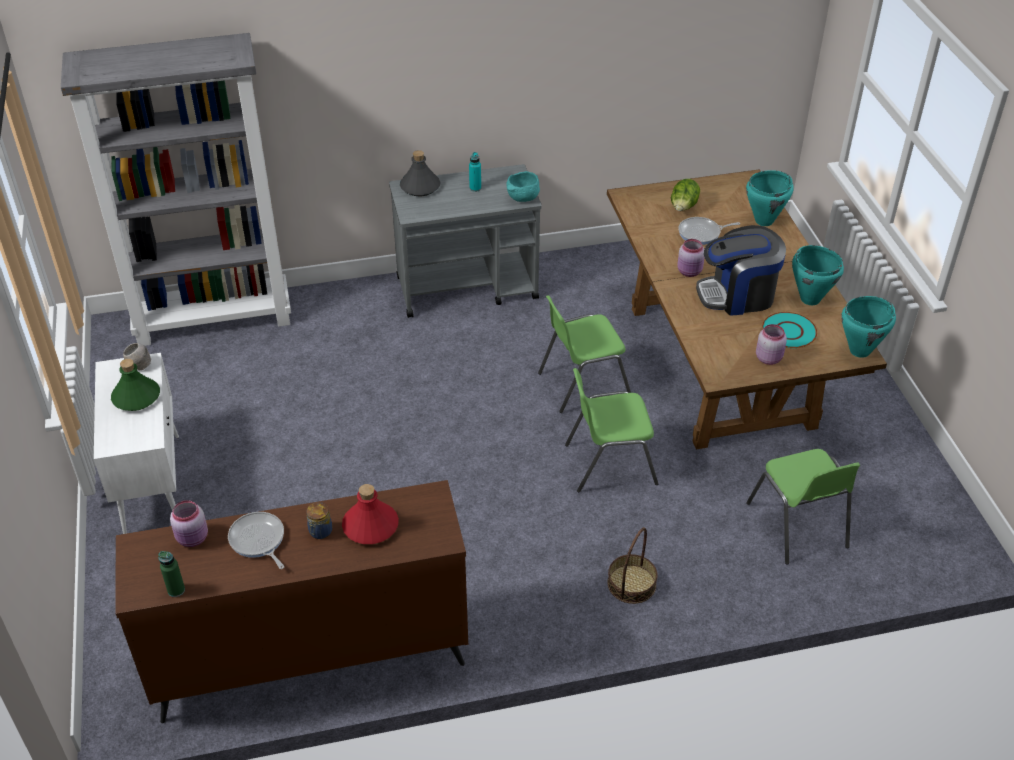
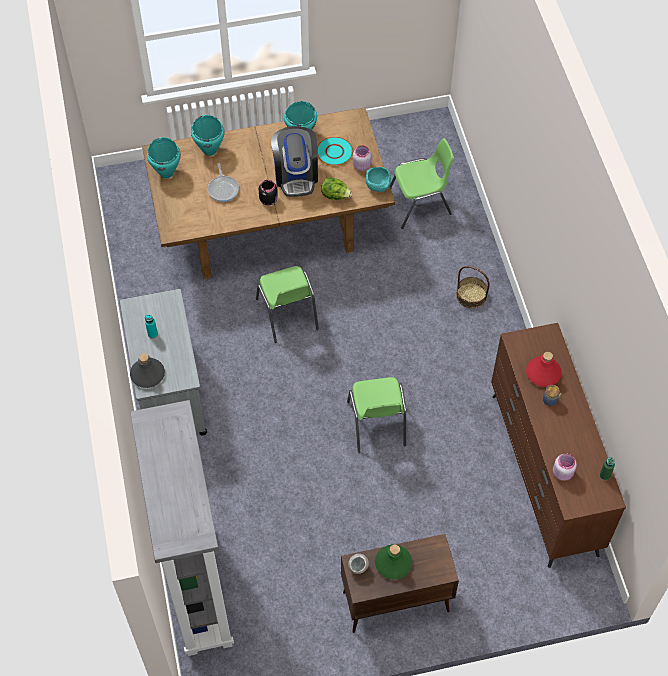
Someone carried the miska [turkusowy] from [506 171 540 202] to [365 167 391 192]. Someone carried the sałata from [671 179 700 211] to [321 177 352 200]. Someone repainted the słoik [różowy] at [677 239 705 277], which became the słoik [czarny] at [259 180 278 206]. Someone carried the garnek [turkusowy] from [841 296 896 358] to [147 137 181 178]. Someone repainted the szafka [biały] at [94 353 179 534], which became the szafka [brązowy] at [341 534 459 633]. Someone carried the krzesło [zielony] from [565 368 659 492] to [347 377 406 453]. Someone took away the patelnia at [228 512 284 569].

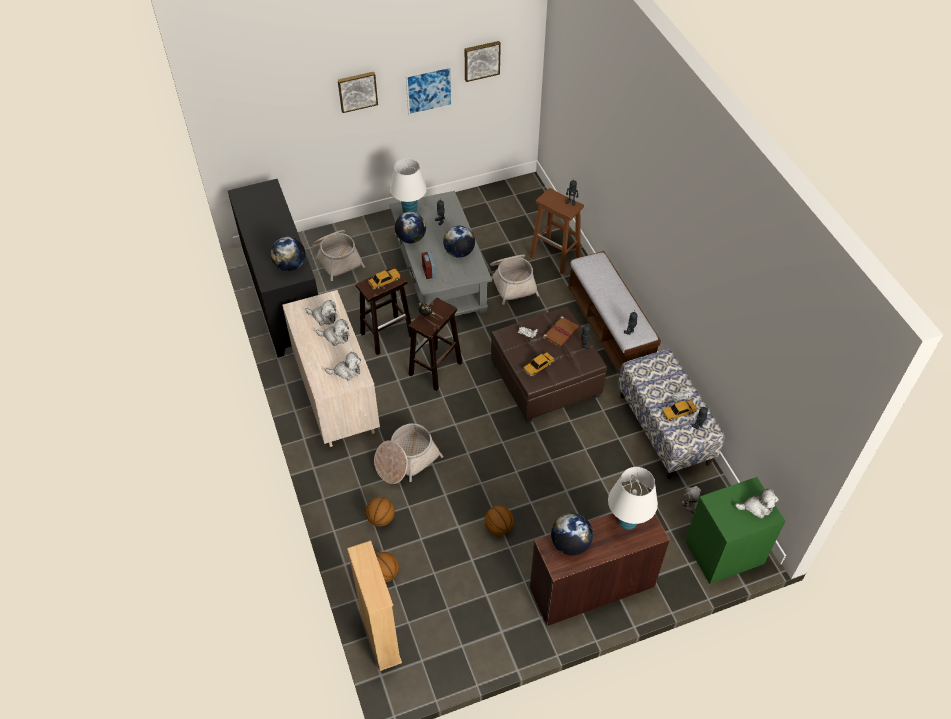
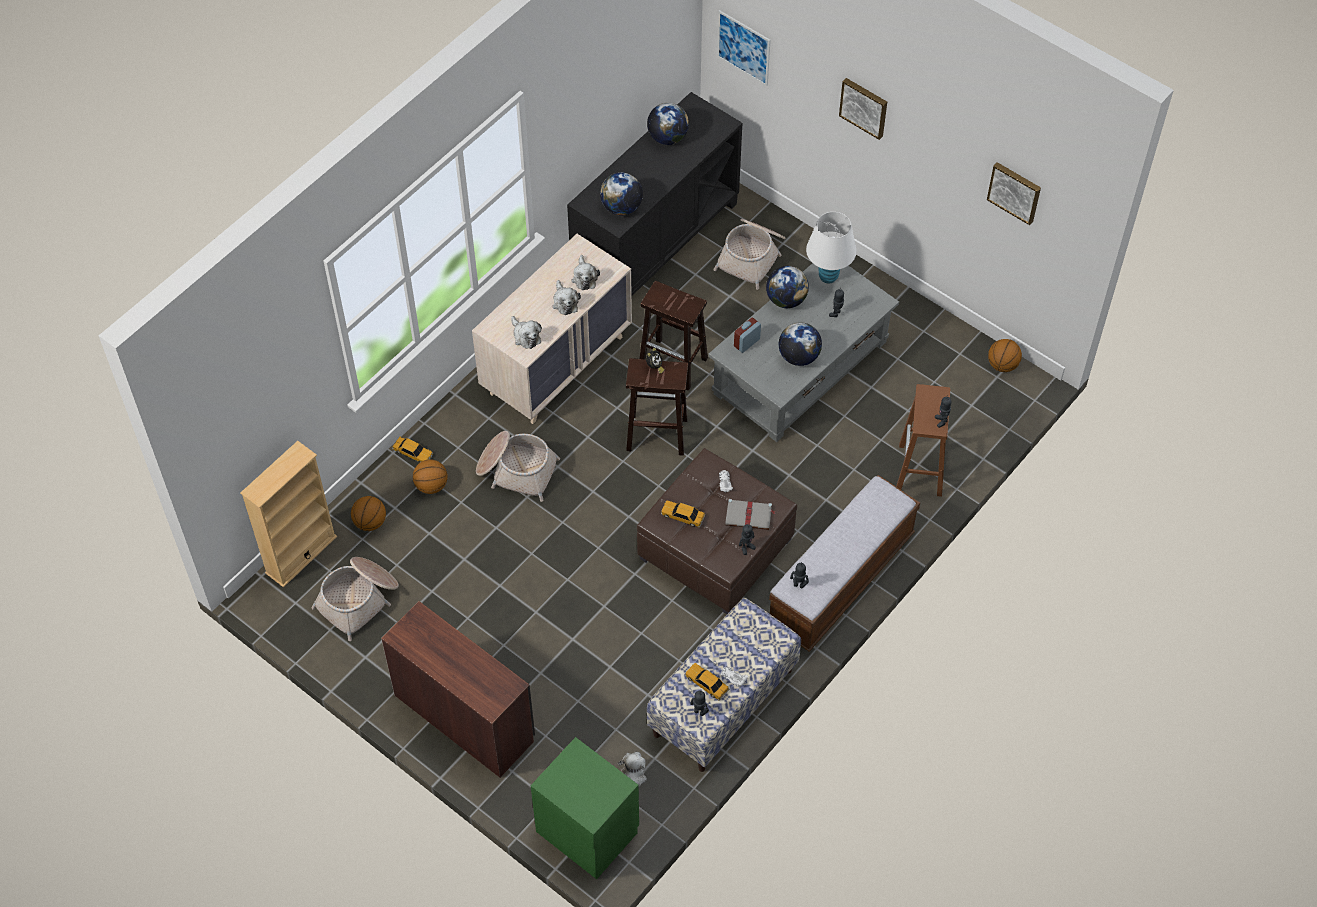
Someone carried the obraz from [406 65 453 116] to [717 10 771 86]. Someone carried the koszyk from [490 255 539 305] to [312 557 399 641]. Someone carried the samochodzik from [368 269 401 290] to [392 437 433 463]. Someone repainted the książka [brązowy] at [543 316 579 348], which became the książka [szary] at [725 499 775 530]. Someone took away the lampa stołowa [biały] at [608 467 658 530]. Someone took away the pluszak at [735 488 779 519]. Someone carried the piłka do koszykówki from [485 506 514 536] to [988 339 1022 372]. Someone carried the globus from [551 513 593 555] to [647 103 689 145].

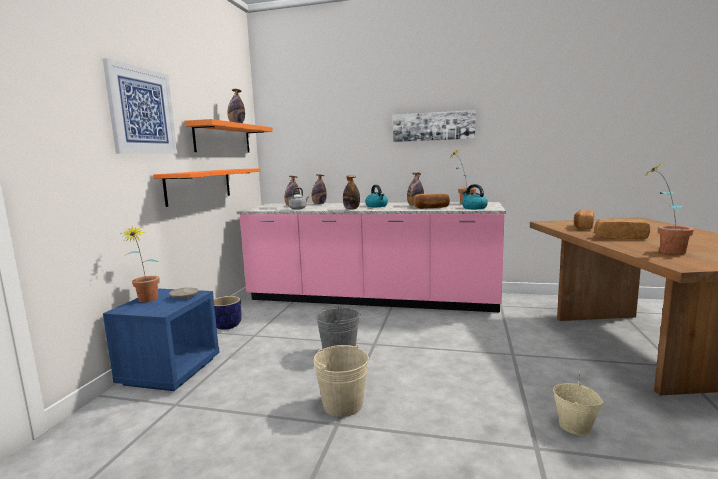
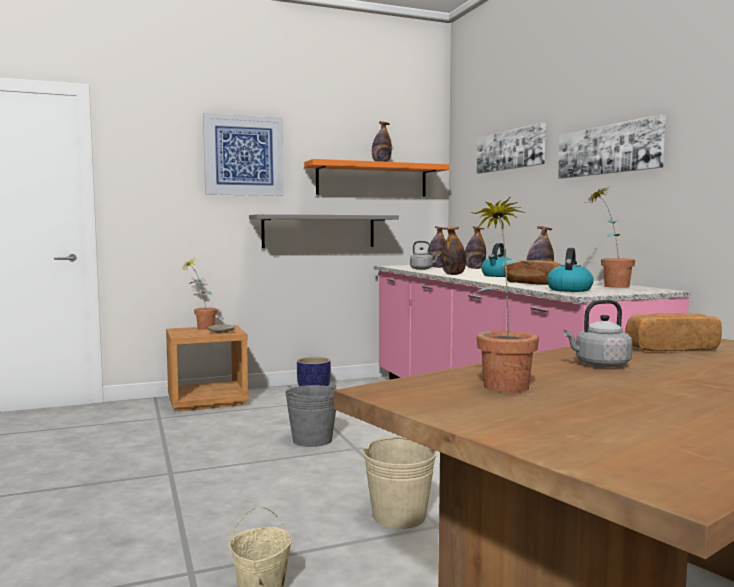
Someone repainted the półka [pomarańczowy] at [153 168 260 207], which became the półka [szary] at [249 214 399 248]. Someone swapped the chleb at [594 219 650 239] for the czajnik [szary] at [563 300 633 368]. Someone repainted the szafka nocna [niebieski] at [103 289 220 391], which became the szafka nocna [brązowy] at [166 325 249 412]. Someone carried the wiadro [beżowy] from [313 345 369 417] to [362 436 437 529]. Someone put up the obraz at [477 122 546 174].

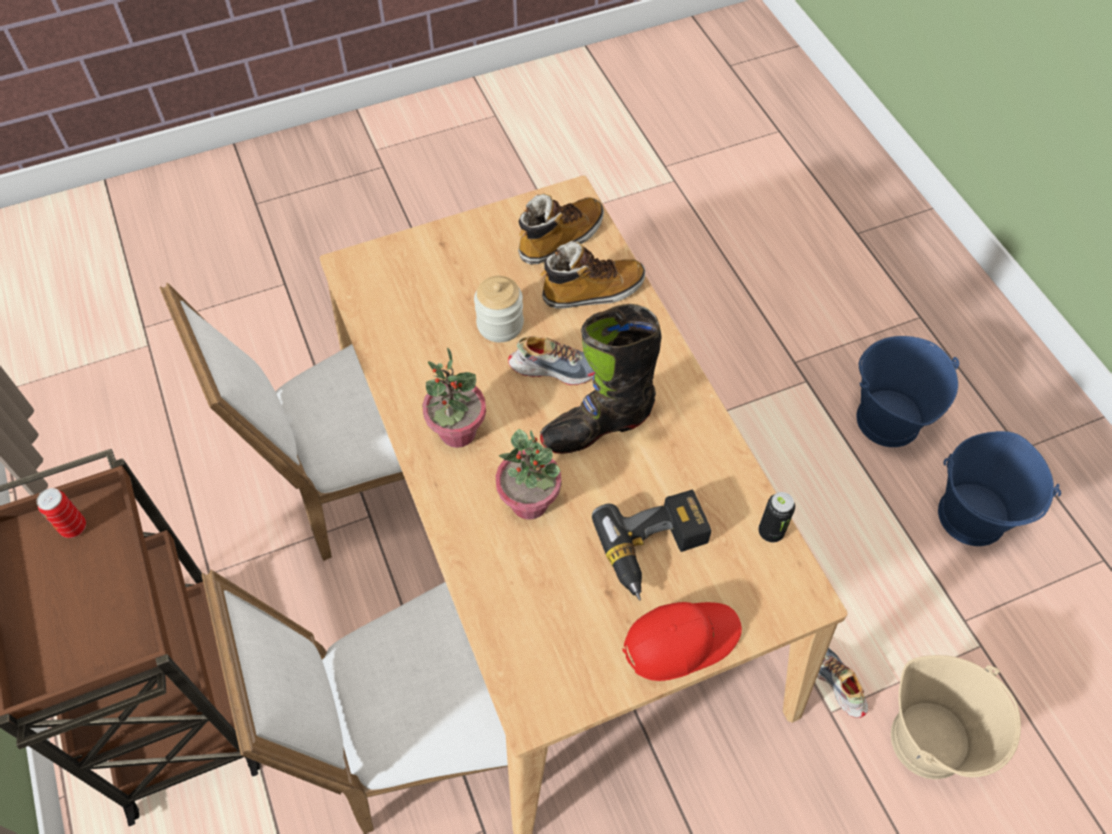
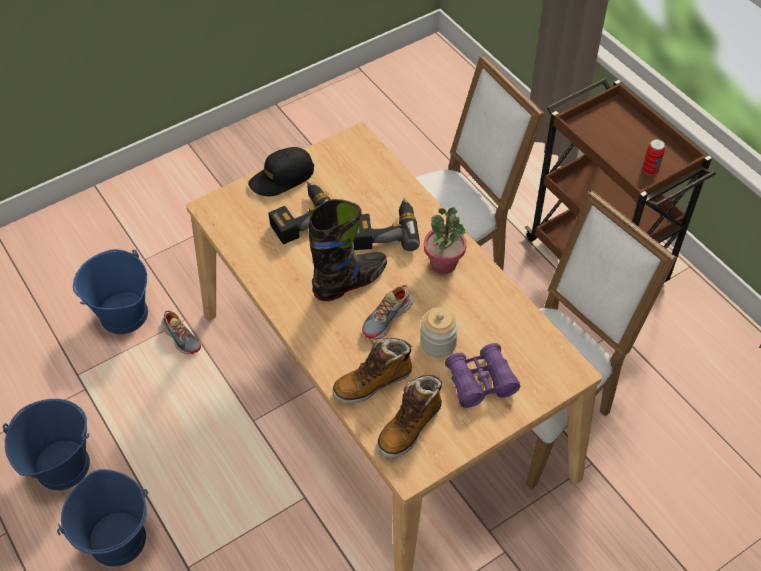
Someone rotated the but at [508 336 595 385] by 45 degrees counterclockwise. Someone swapped the roślina doniczkowa at [496 429 561 520] for the wiertarka at [353 198 420 251]. Someone took away the puszka at [758 492 795 542]. Someone repainted the czapka z daszkiem [czerwony] at [623 602 742 681], which became the czapka z daszkiem [czarny] at [248 147 314 196]. Someone repainted the wiadro [beżowy] at [891 655 1021 779], which became the wiadro [niebieski] at [73 249 148 334]. Someone put down the lornetka [fioletowy] at [445 343 520 408].

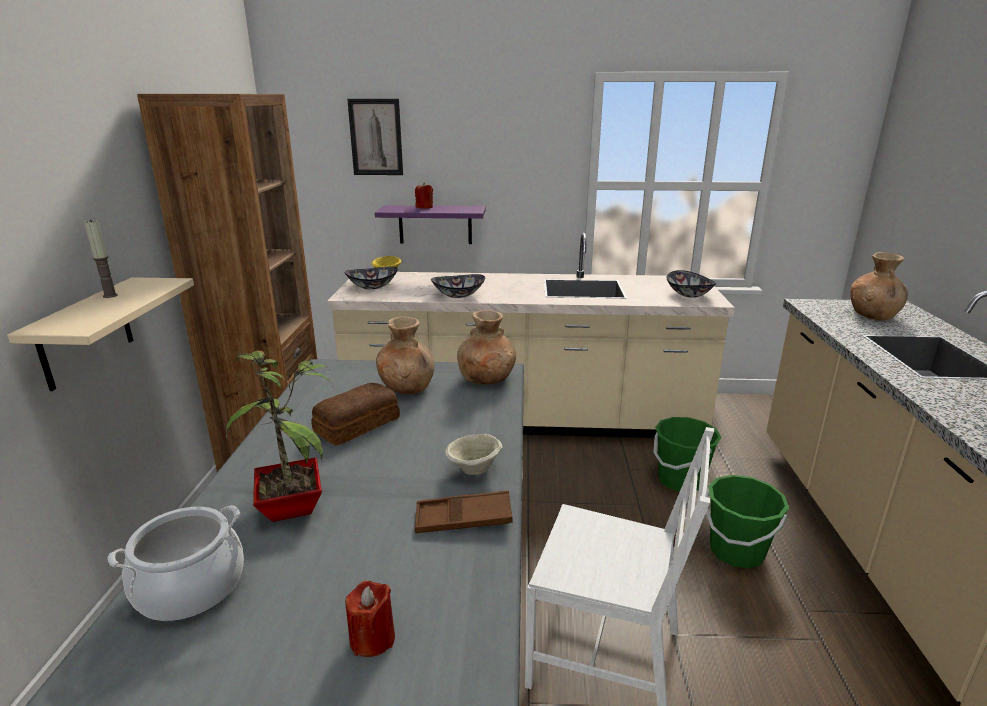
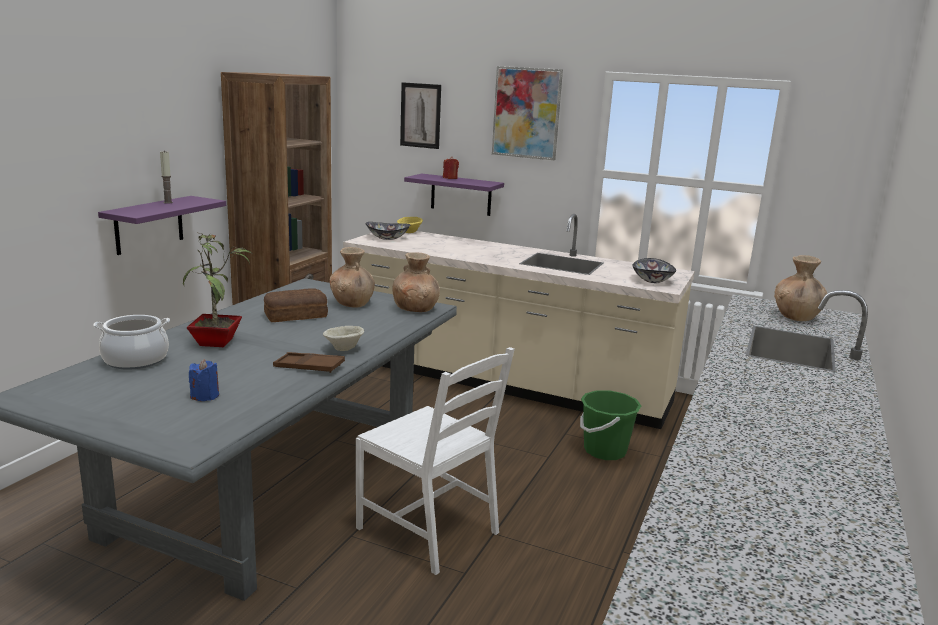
Someone took away the miska at [431 274 485 298]. Someone repainted the półka [beżowy] at [7 277 194 391], which became the półka [fioletowy] at [98 196 226 255]. Someone took away the wiadro [zielony] at [706 475 789 569]. Someone repainted the świeca [czerwony] at [345 581 395 657], which became the świeca [niebieski] at [189 359 219 401]. Someone put up the obraz at [492 66 563 160].

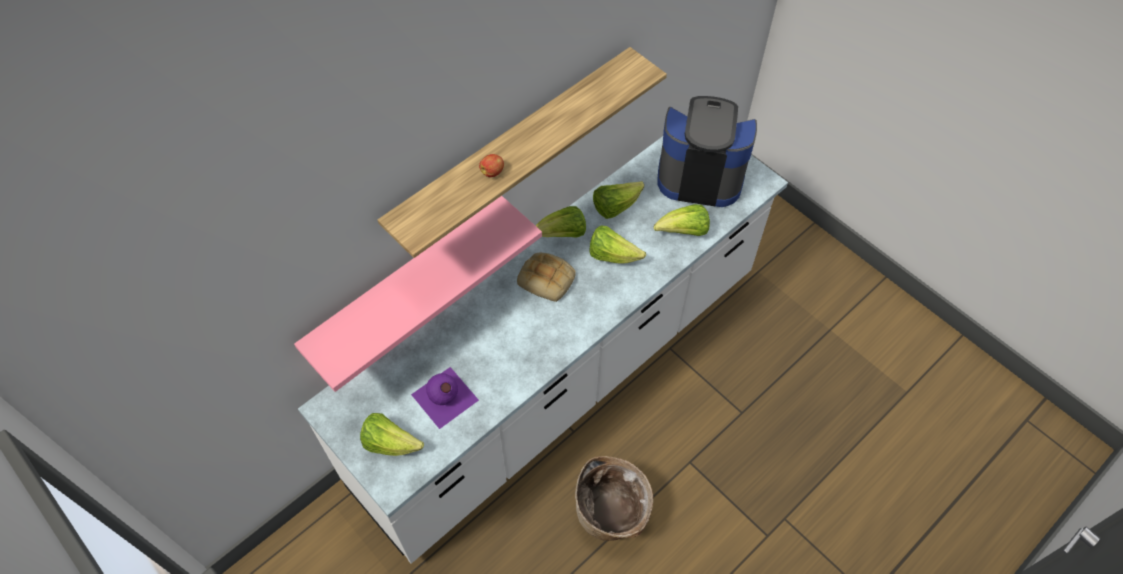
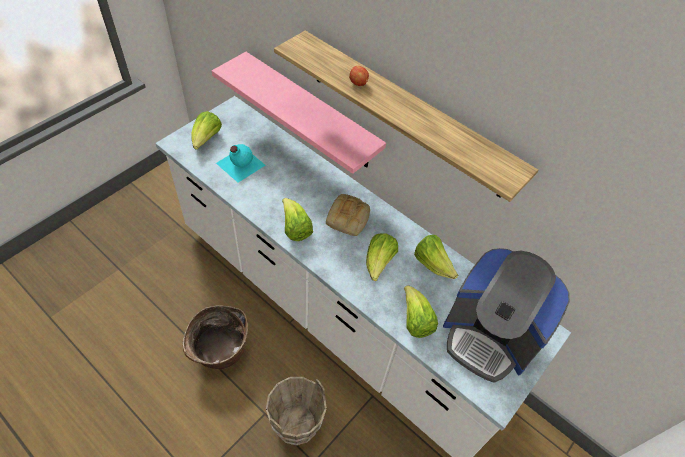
Someone rotated the ekspres do kawy at [658 96 757 207] by 120 degrees clockwise. Someone carried the sałata from [536 206 586 238] to [282 198 313 241]. Someone repainted the butelka [fioletowy] at [411 367 479 429], which became the butelka [turkusowy] at [216 144 265 183]. Someone put down the wiadro [brązowy] at [266 377 327 445].

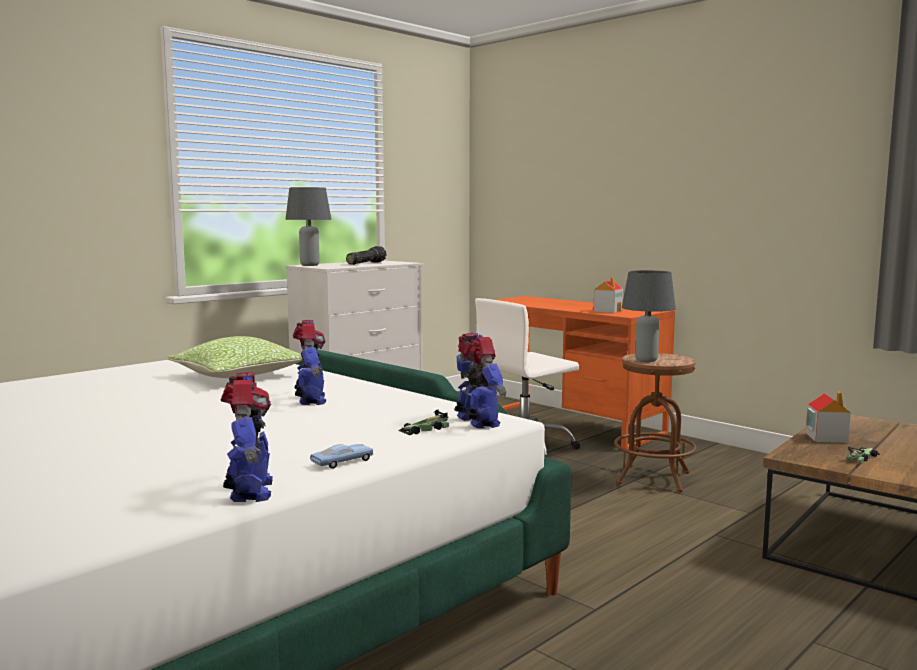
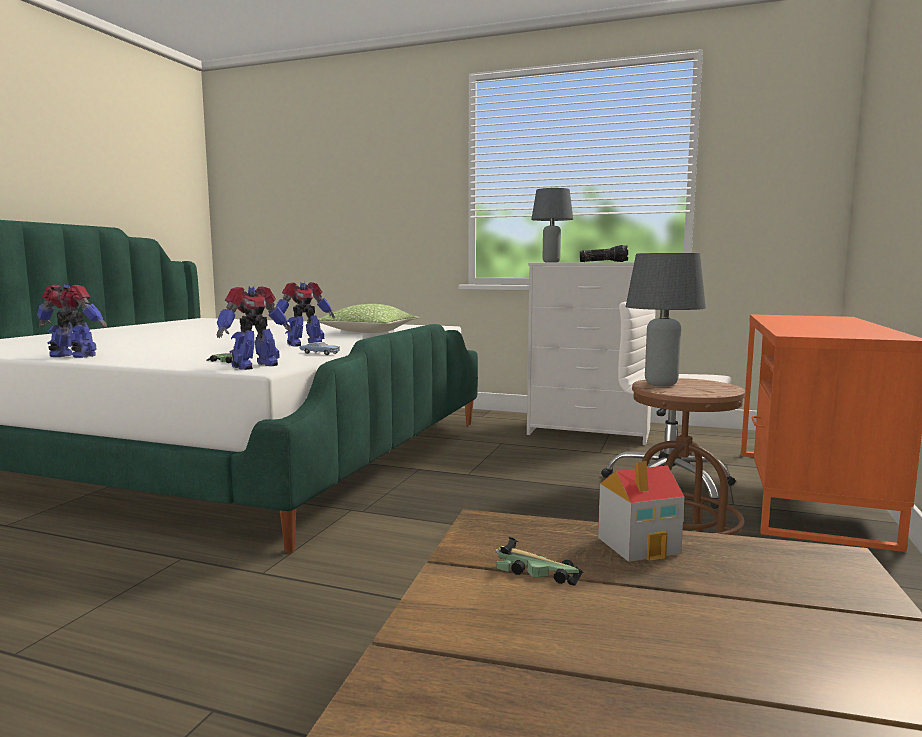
Someone took away the domek at [594 277 623 313]. Someone rotated the robot zabawkowy at [221 372 273 502] by 135 degrees counterclockwise. Someone carried the samochodzik [niebieski] from [310 444 374 469] to [300 342 340 355].

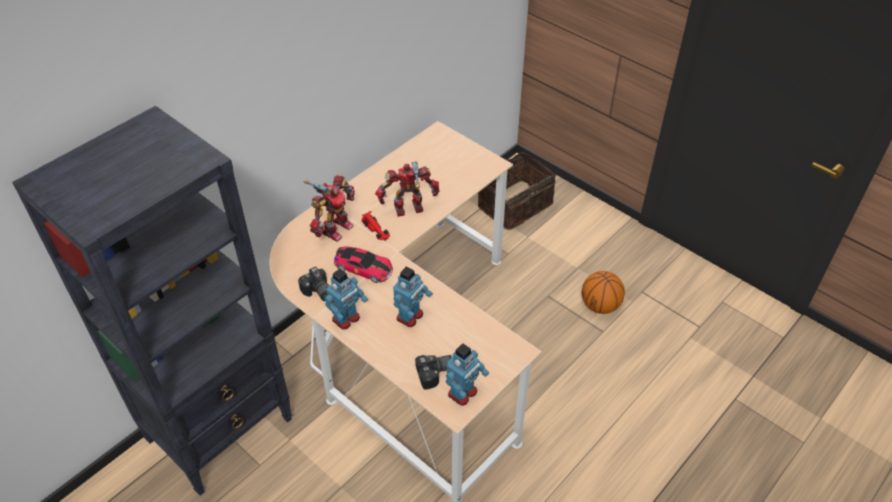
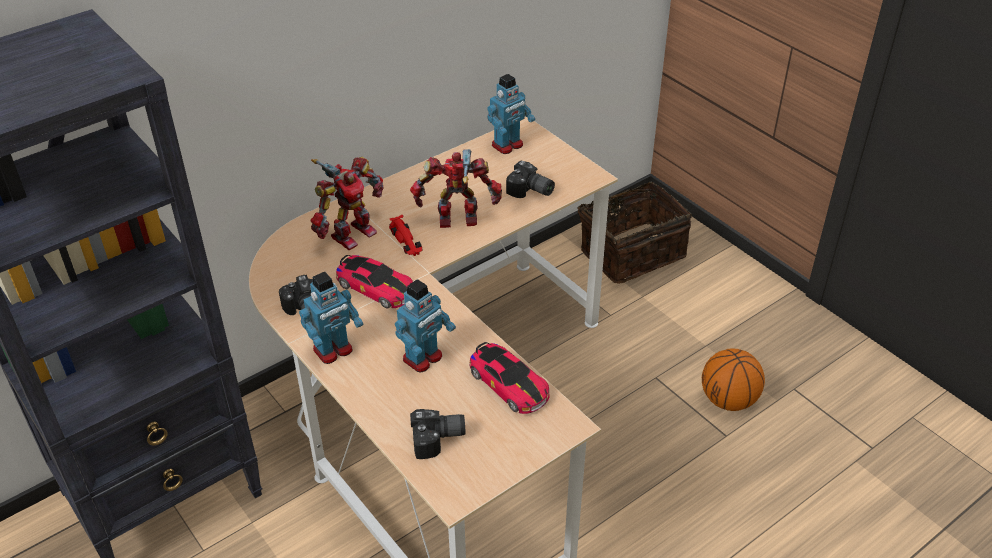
Someone carried the robot zabawkowy from [446 343 489 406] to [487 74 535 154]. Someone put down the aparat fotograficzny at [506 161 555 198]. Someone put down the samochodzik at [469 342 550 414].

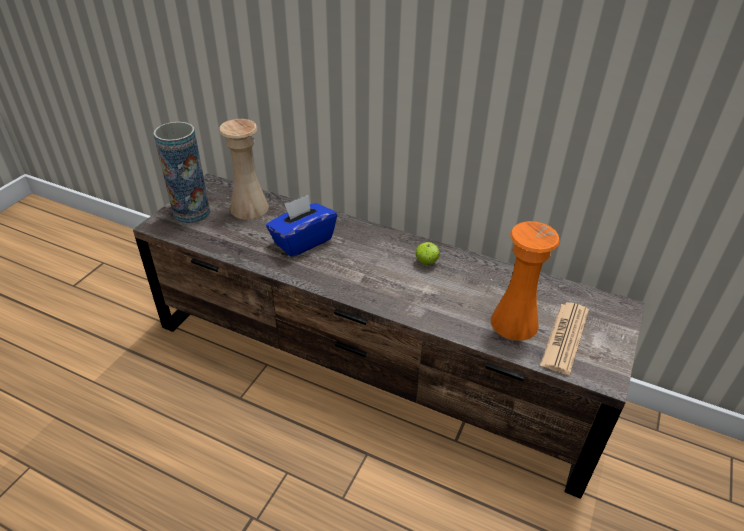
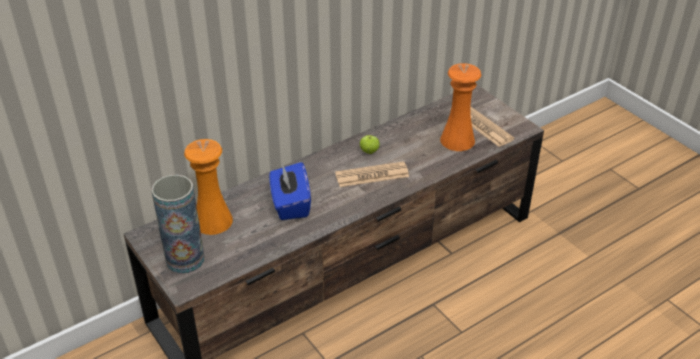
Someone repainted the wazon [beżowy] at [219 119 269 219], which became the wazon [pomarańczowy] at [184 139 233 235]. Someone put down the gazeta at [335 161 409 187].

